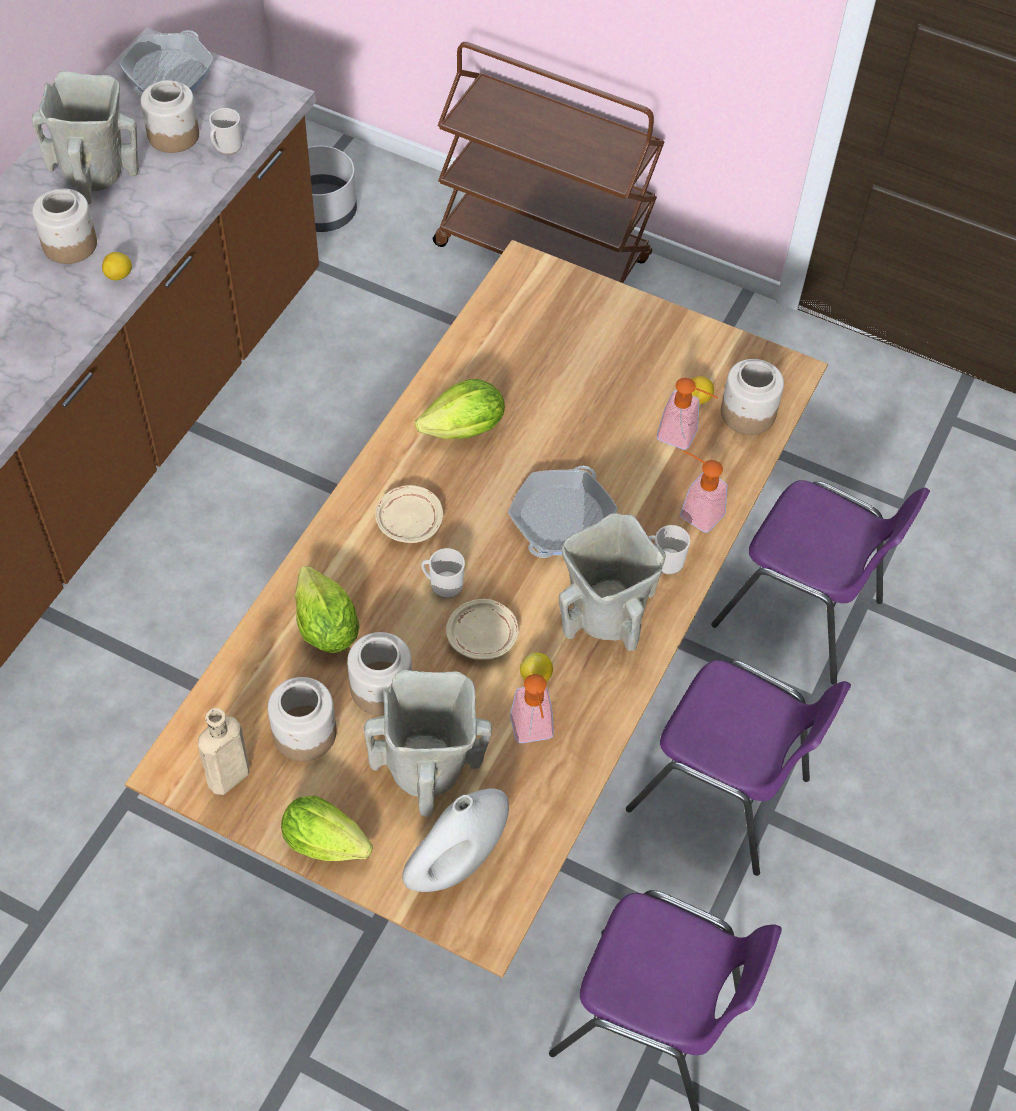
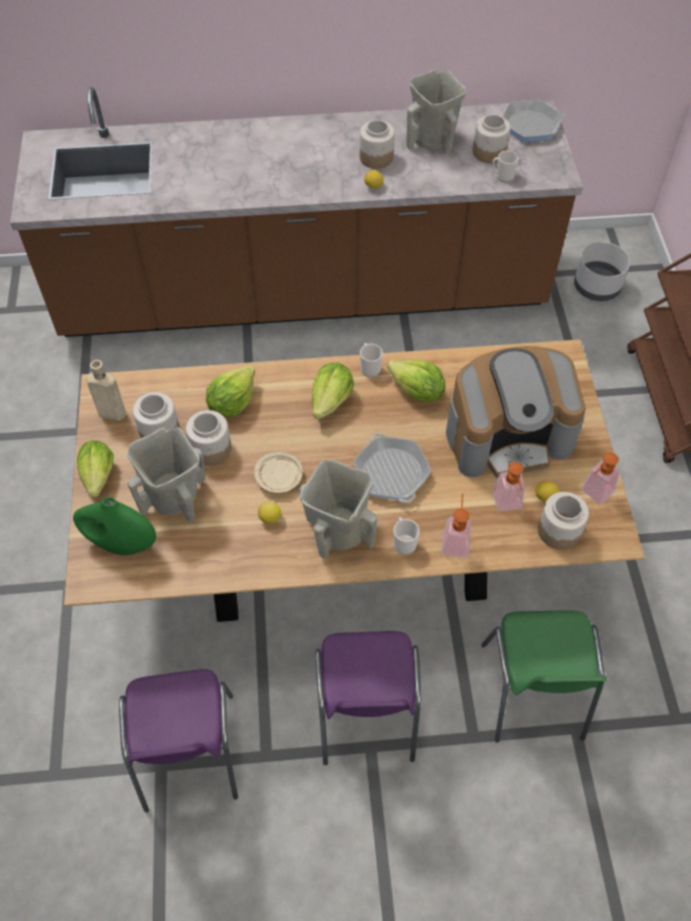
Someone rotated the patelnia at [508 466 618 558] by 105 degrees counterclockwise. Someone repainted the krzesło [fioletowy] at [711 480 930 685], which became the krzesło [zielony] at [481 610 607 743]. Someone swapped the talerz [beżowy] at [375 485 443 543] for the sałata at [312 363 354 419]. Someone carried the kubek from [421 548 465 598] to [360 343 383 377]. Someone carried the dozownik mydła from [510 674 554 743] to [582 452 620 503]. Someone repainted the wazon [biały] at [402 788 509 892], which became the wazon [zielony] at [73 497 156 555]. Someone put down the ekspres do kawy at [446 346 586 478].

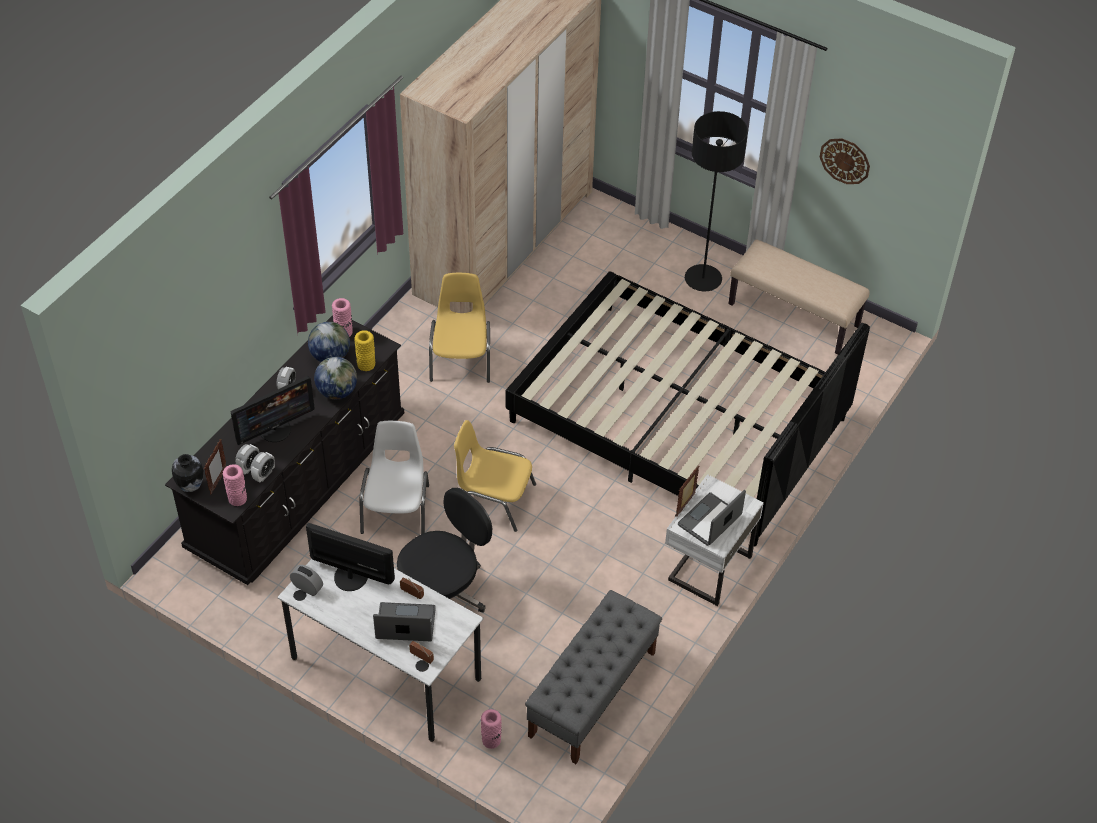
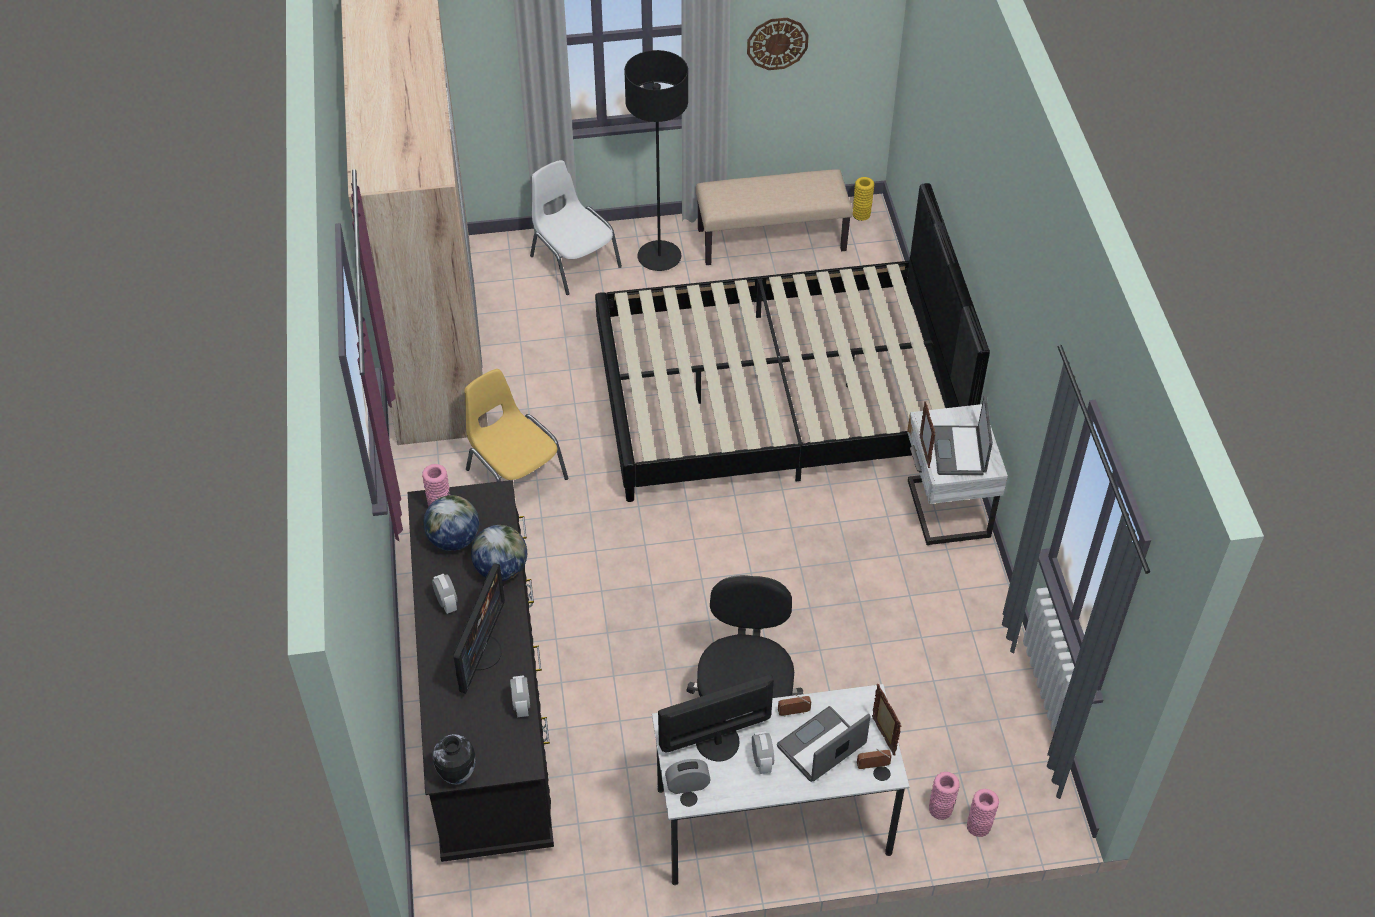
Someone carried the wazon [żółty] from [354 330 375 371] to [853 177 874 221]. Someone took away the krzesło [żółty] at [454 420 536 532]. Someone carried the krzesło [biały] from [359 421 429 534] to [530 160 622 295]. Someone carried the ramka na zdjęcie from [204 439 227 494] to [872 684 902 756]. Someone carried the budzik from [235 444 259 475] to [752 731 774 774]. Someone carried the wazon [różowy] from [223 464 247 506] to [967 789 999 837]. Someone took away the ławka [szary] at [525 590 662 764].

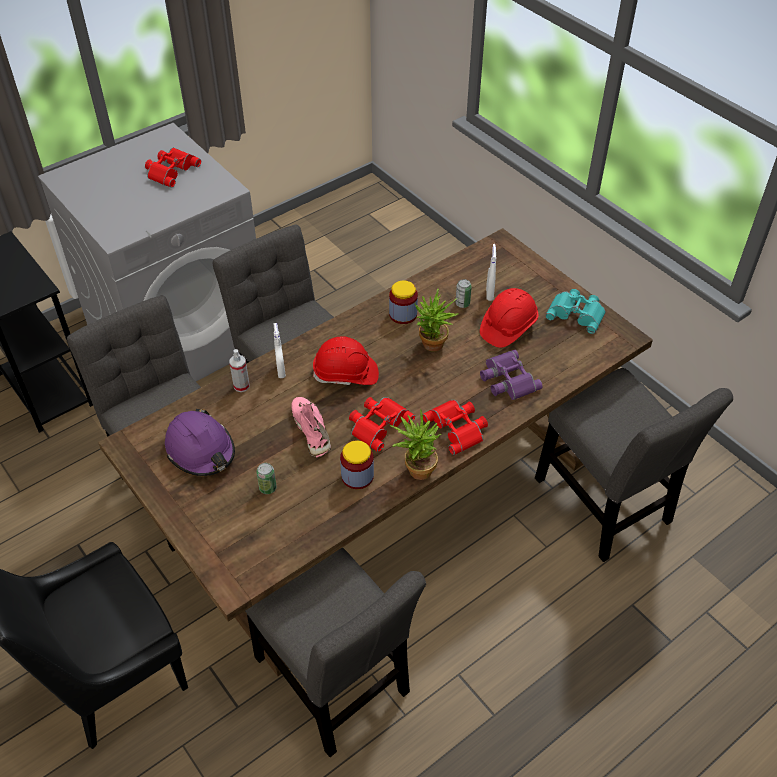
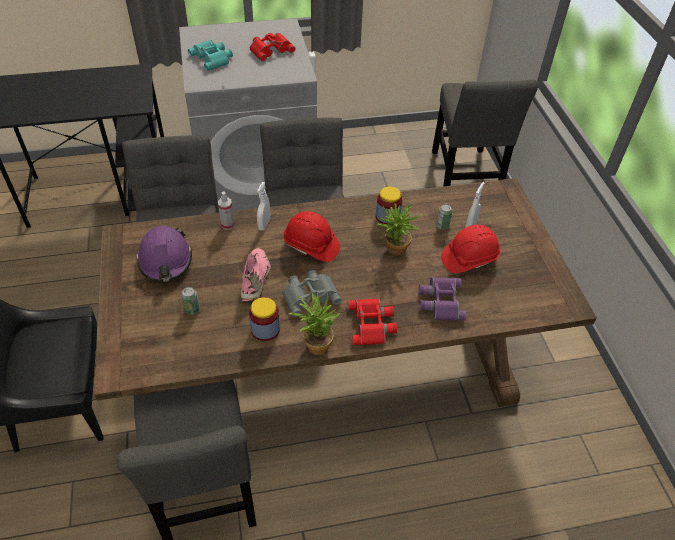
Someone carried the lornetka [turkusowy] from [545 289 606 334] to [188 40 233 71]. Someone carried the krzesło [szary] from [535 368 733 562] to [432 79 538 187]. Someone repainted the lornetka [czerwony] at [349 397 415 452], which became the lornetka [szary] at [282 270 342 317].

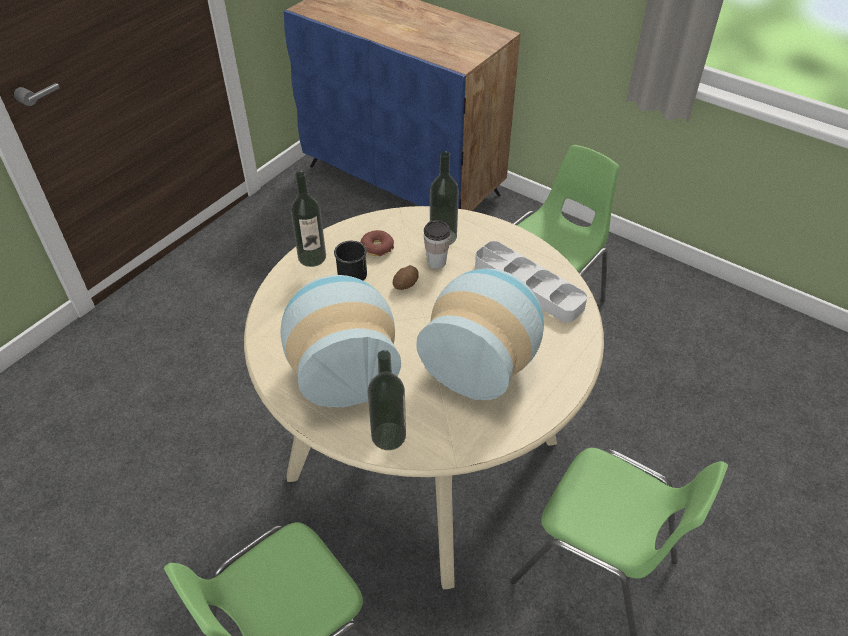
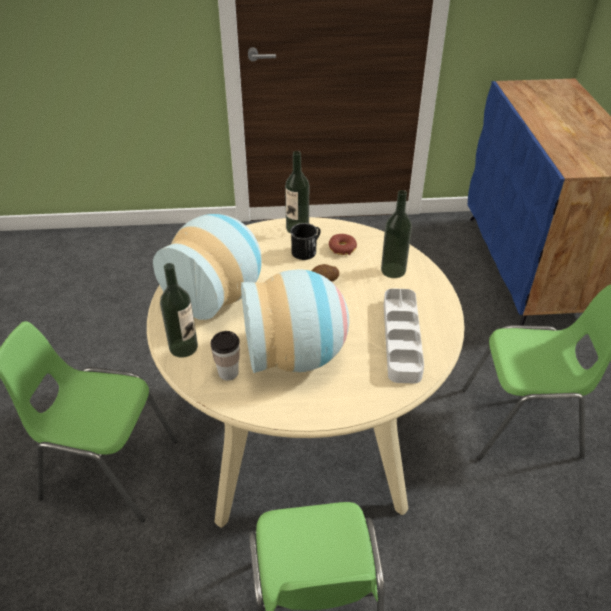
Someone carried the filiżanka from [424 220 451 269] to [210 331 240 381].

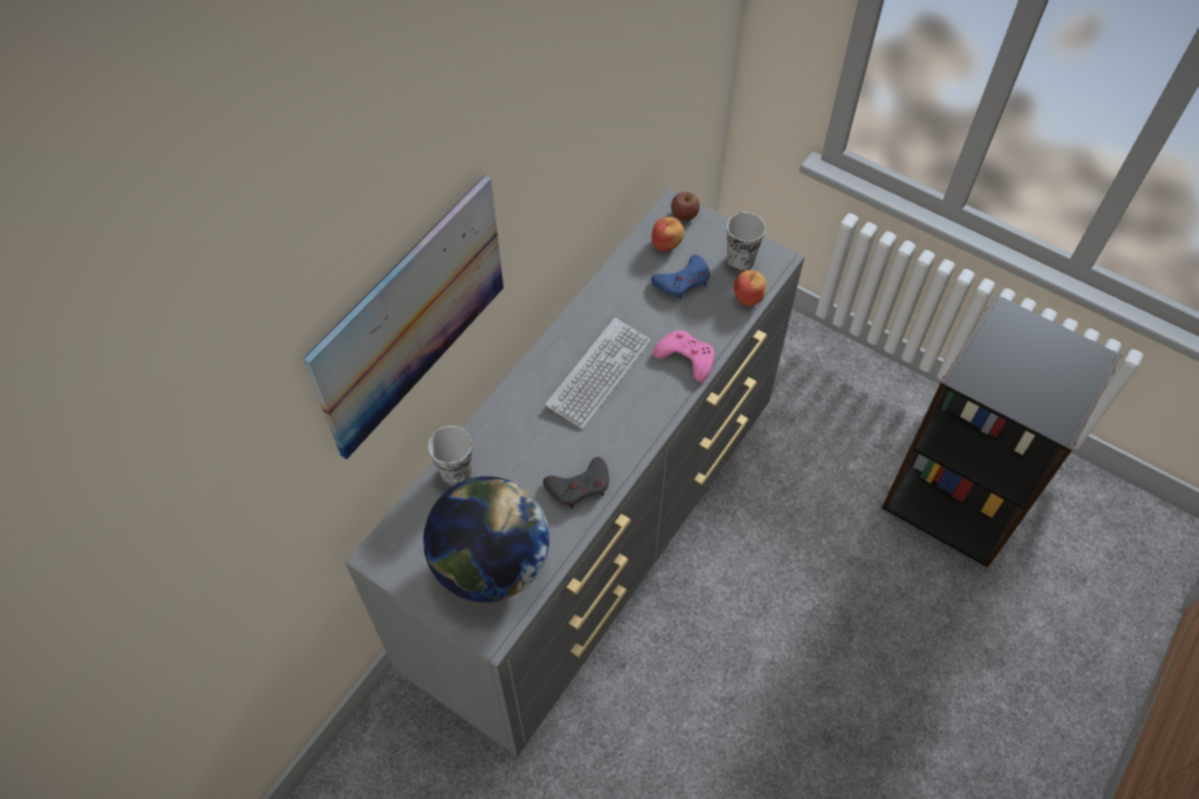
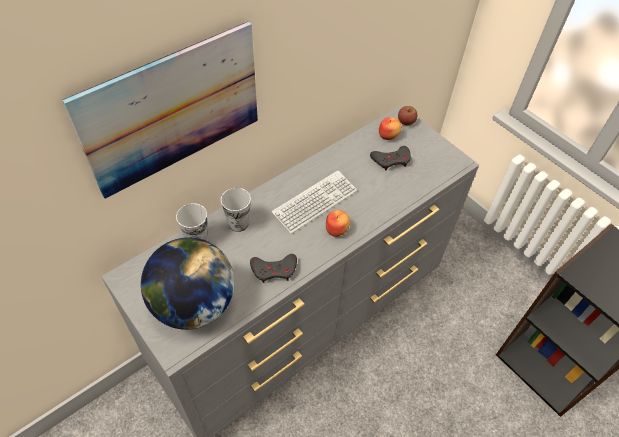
Someone carried the filiżanka from [727 212 766 271] to [221 188 251 232]. Someone repainted the pad do gier [niebieski] at [651 255 710 299], which became the pad do gier [szary] at [370 146 411 171]. Someone carried the jabłko from [733 270 767 306] to [326 210 350 237]. Someone took away the pad do gier [różowy] at [653 330 715 382].

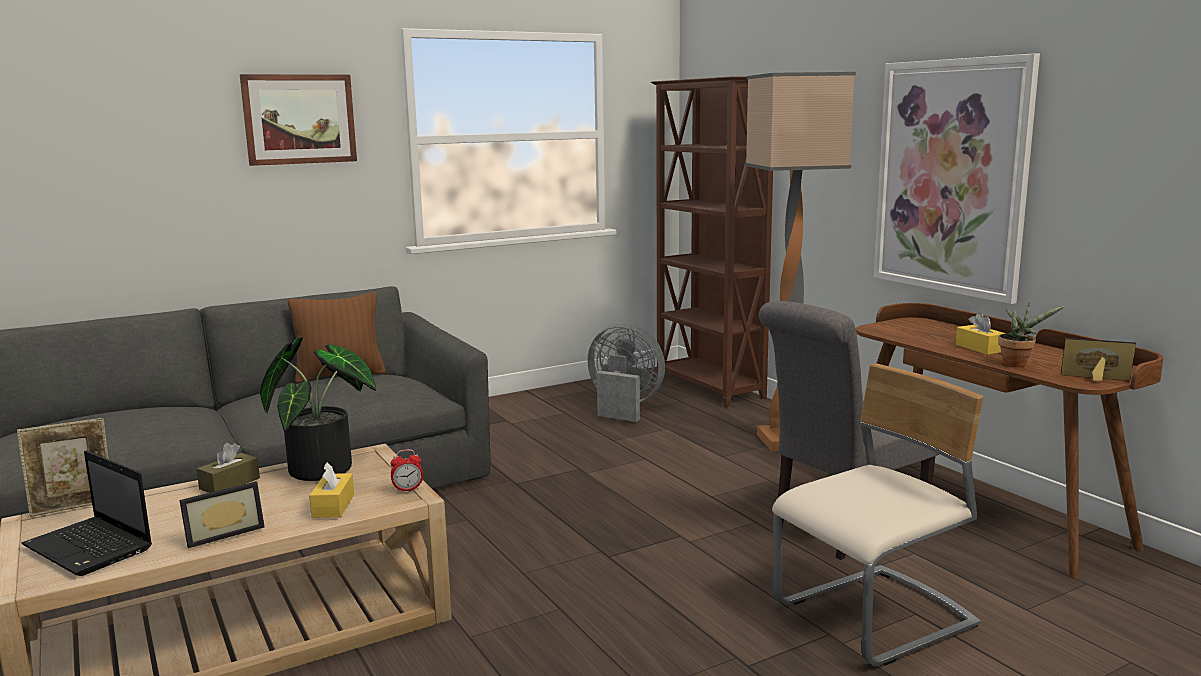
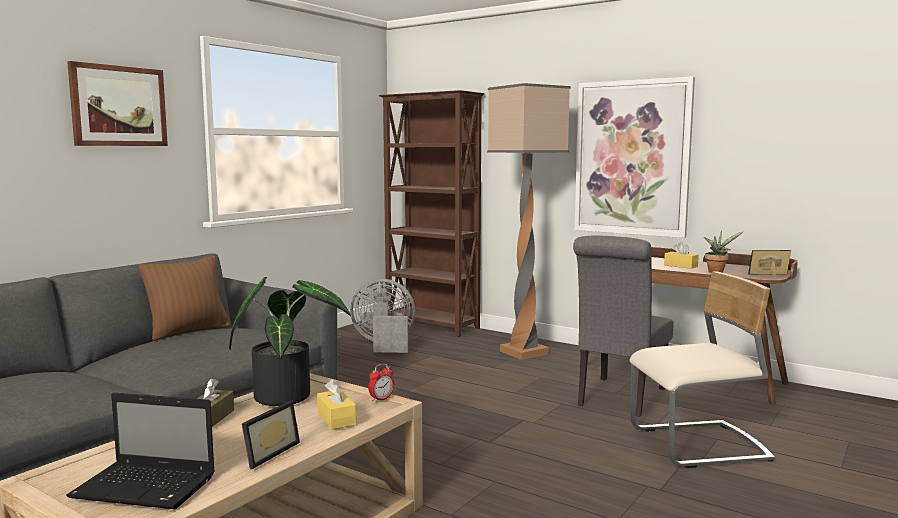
Someone rotated the krzesło [beżowy] at [772 363 984 666] by 45 degrees clockwise. Someone took away the ramka na zdjęcie at [17 418 109 517].

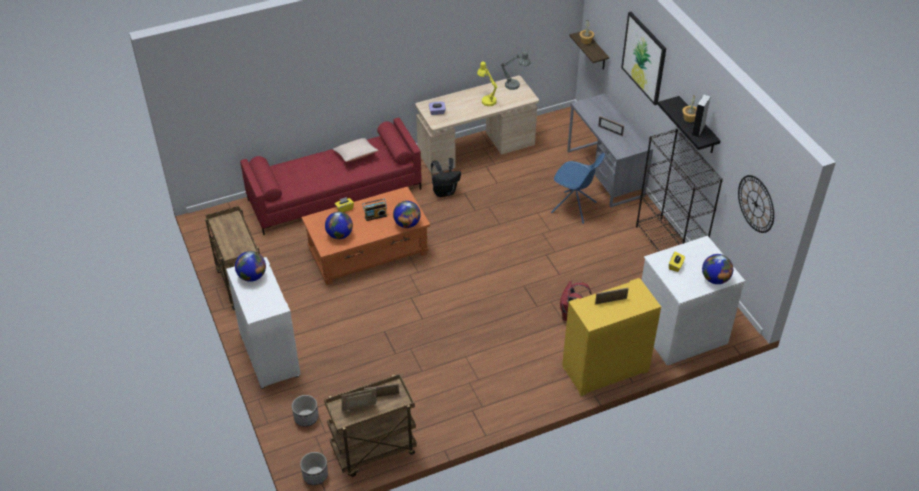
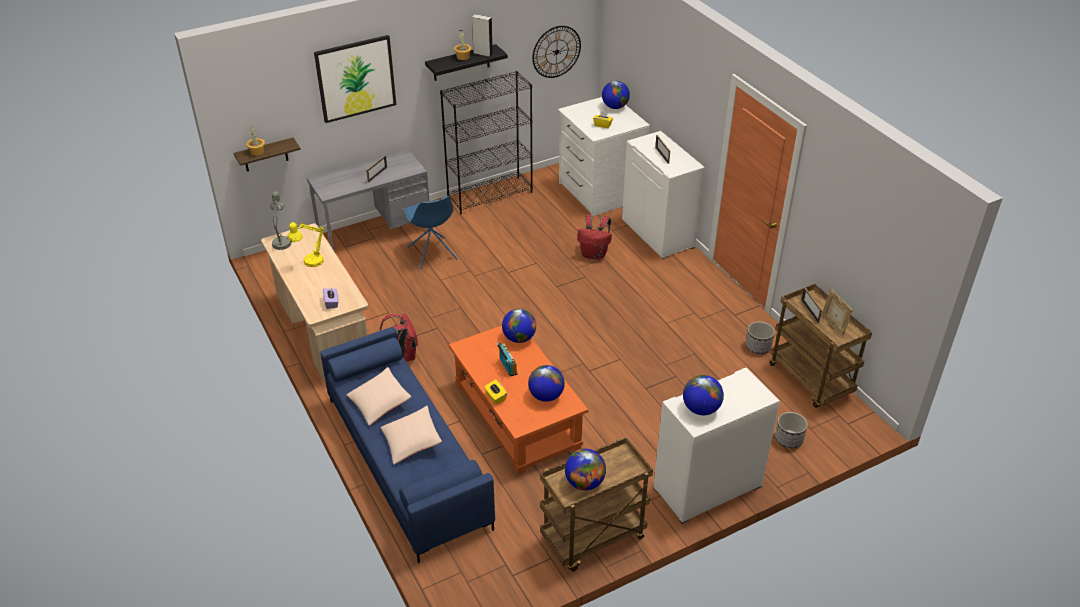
Someone repainted the kanapa [czerwony] at [240 118 422 235], which became the kanapa [niebieski] at [320 327 495 563]. Someone rotated the krzesło [niebieski] at [551 153 605 224] by 135 degrees clockwise. Someone repainted the plecak [czarny] at [431 158 461 197], which became the plecak [czerwony] at [380 313 418 362]. Someone repainted the szafka [żółty] at [562 278 661 396], which became the szafka [biały] at [622 131 705 259]. Someone carried the donica from [300 452 328 485] to [746 321 775 354]. Someone put down the poduszka [beżowy] at [381 406 442 465]. Someone put down the globus at [565 449 606 490].

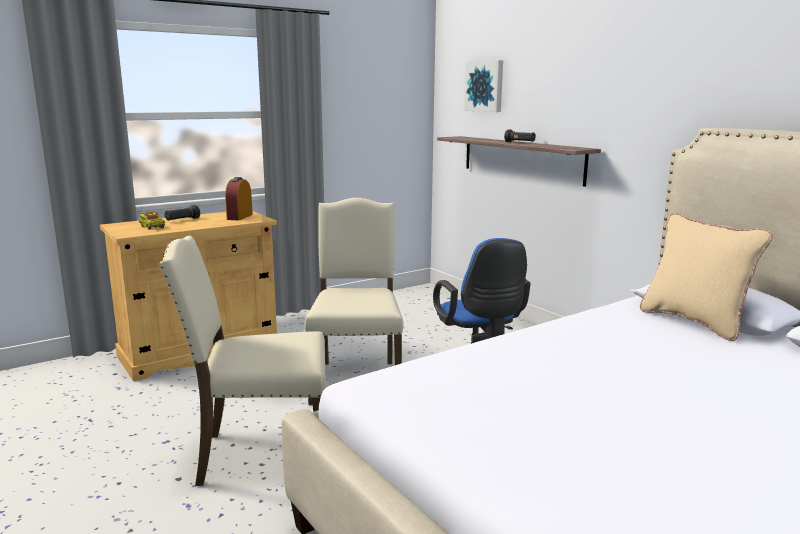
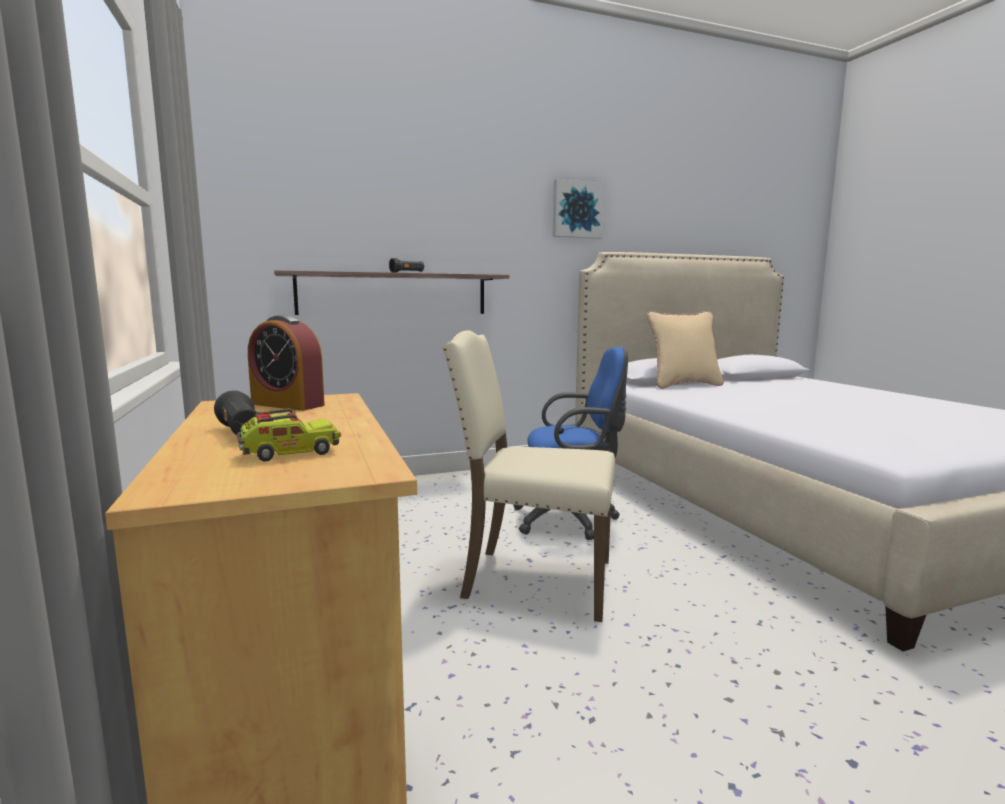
Someone carried the obraz from [464 60 503 112] to [553 179 605 239]. Someone took away the krzesło [beżowy] at [159 236 326 486].

